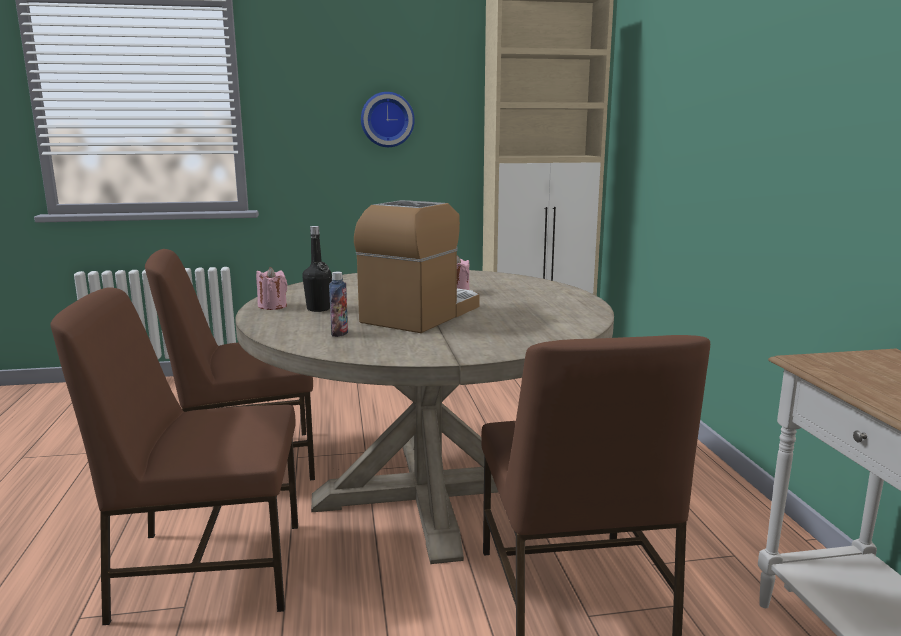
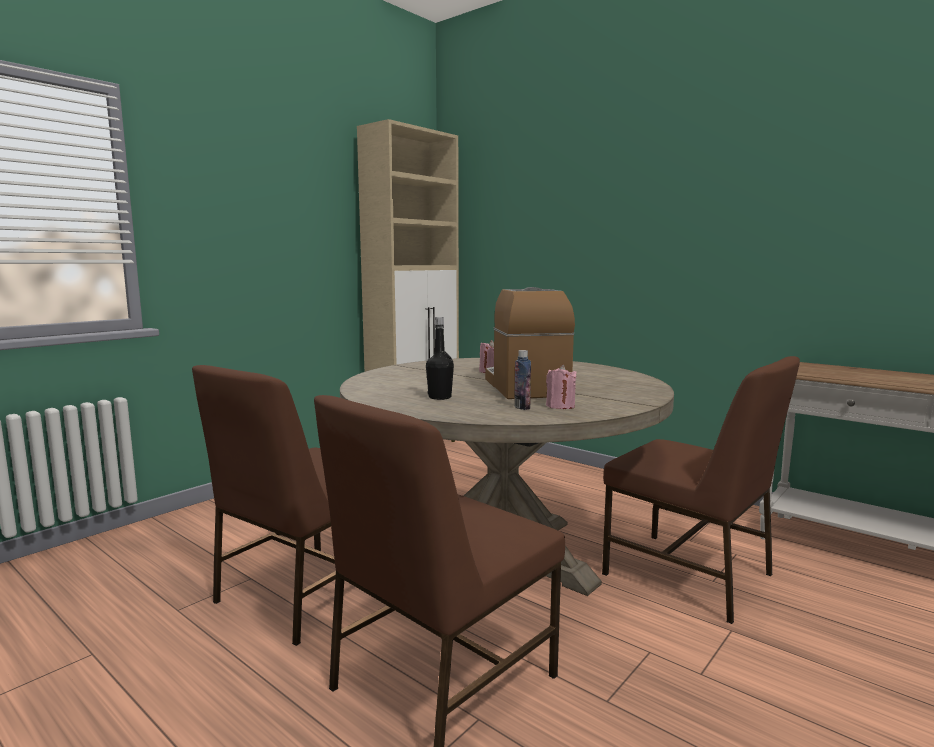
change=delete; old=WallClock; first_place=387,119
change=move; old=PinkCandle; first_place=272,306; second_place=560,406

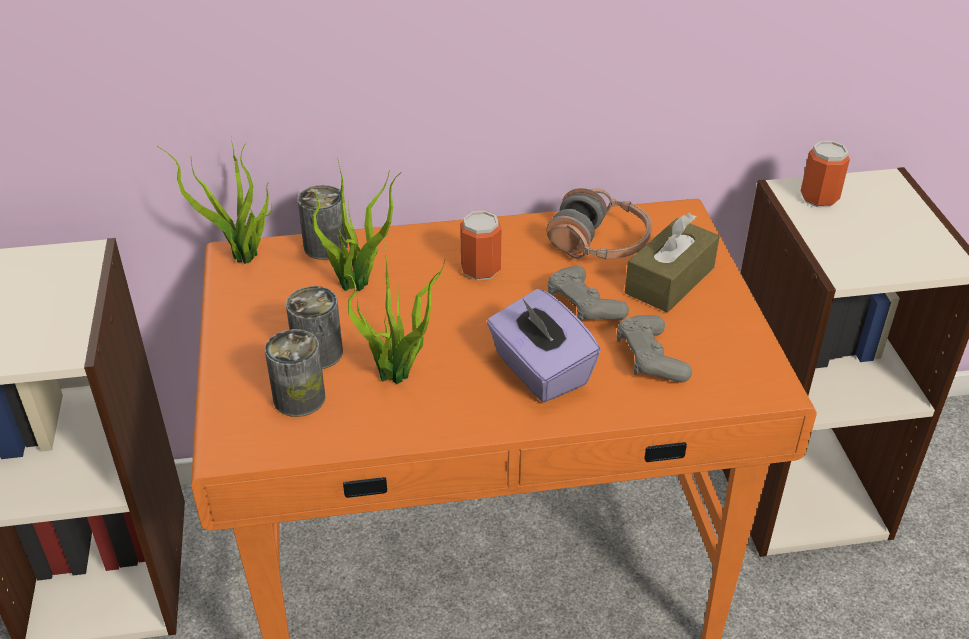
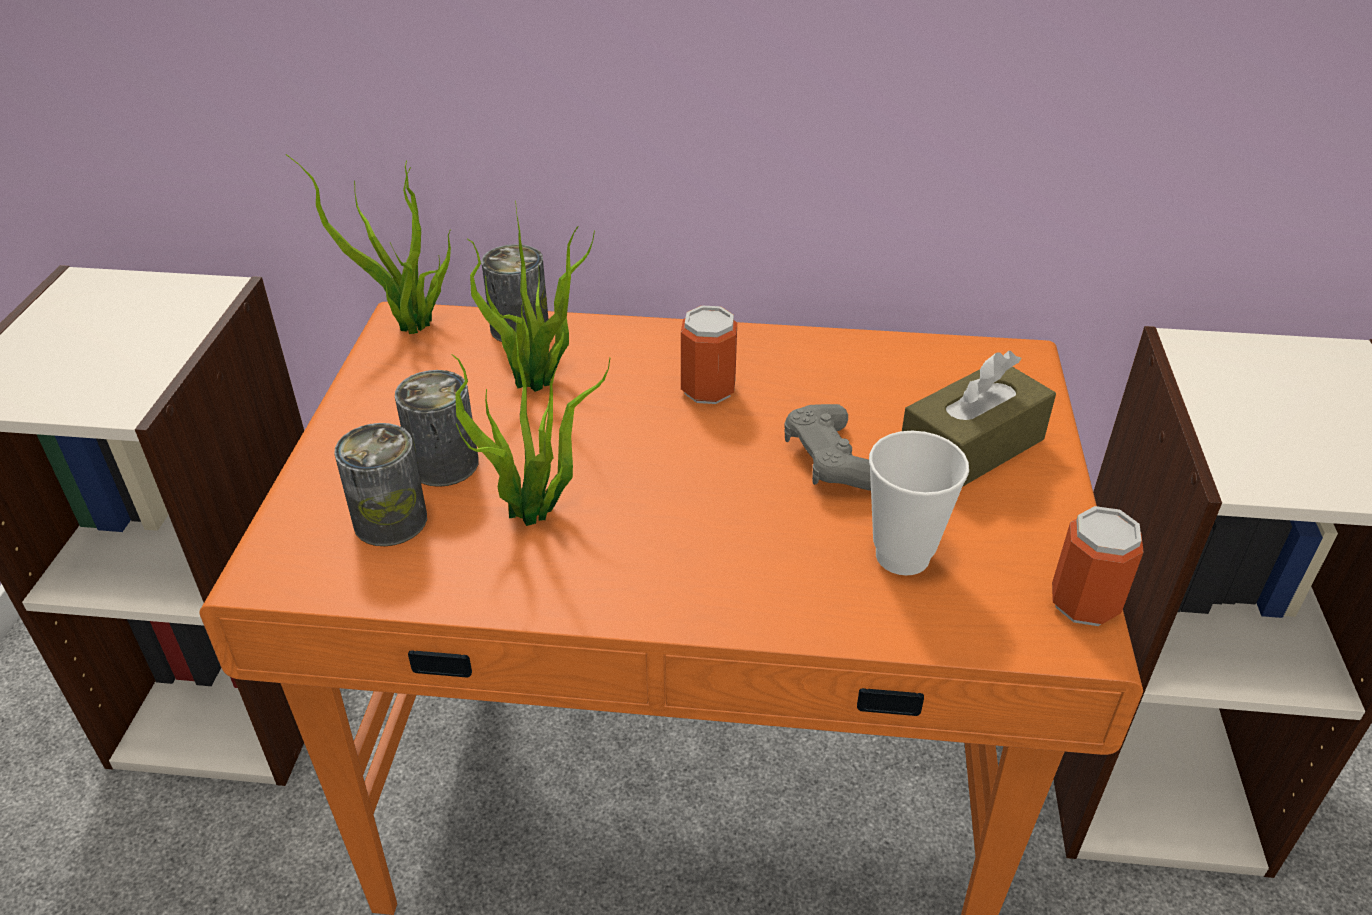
change=delete; old=PurpleTissueBox; first_place=540,371
change=delete; old=Headphones; first_place=599,243
change=move; old=Can; first_place=819,198; second_place=1084,603
change=replace; old=GreyGameController; new=Cup; first_place=650,358; second_place=902,556

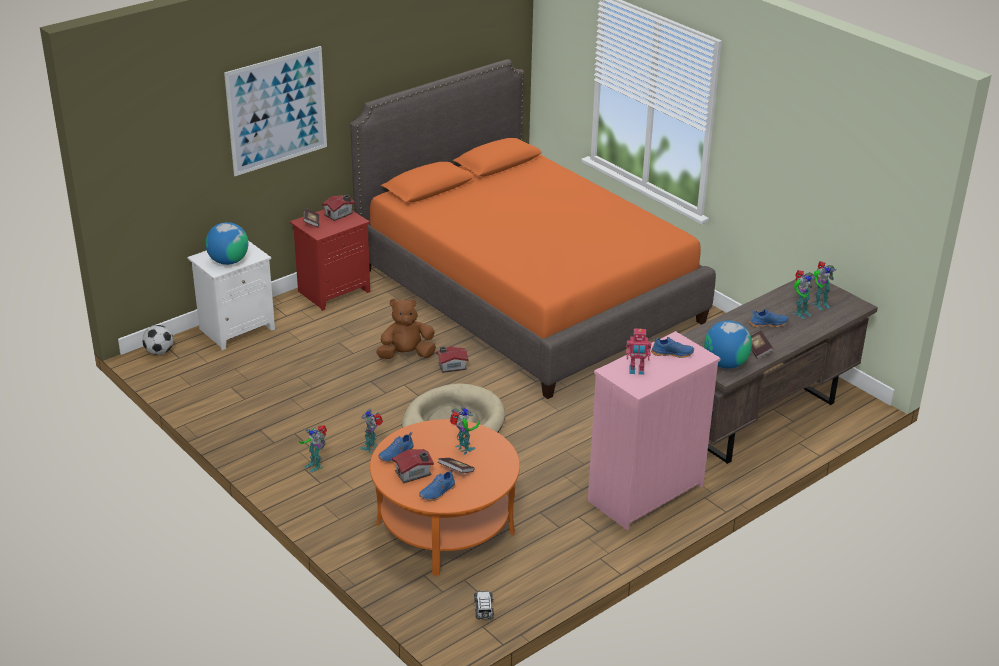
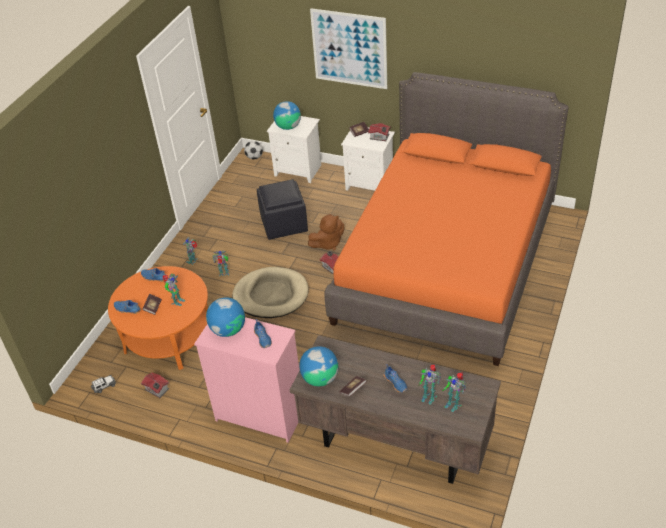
change=insert; new=BlackOttoman; second_place=284,224
change=move; old=ToyHouse; first_place=414,473; second_place=157,390
change=replace; old=ToyRobot; new=Globe; first_place=636,371; second_place=228,330
change=recolor; old=RedNightstand; new=WhiteNightstand; first_place=334,291; second_place=371,184
change=rotate; old=BrownPlushToy; first_place=406,355; second_place=328,243; degrees=105

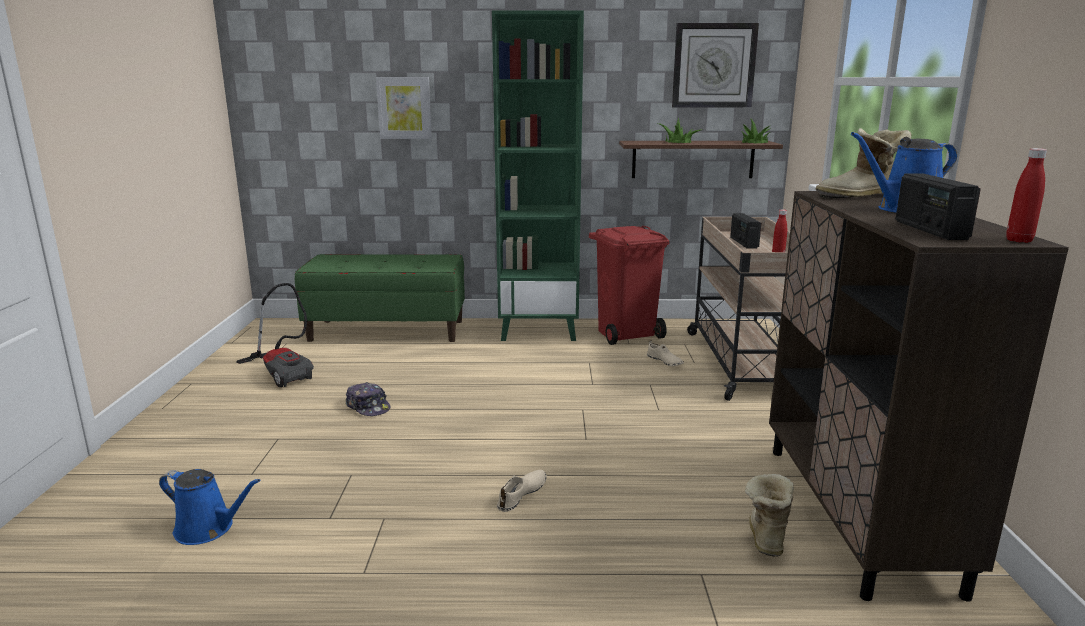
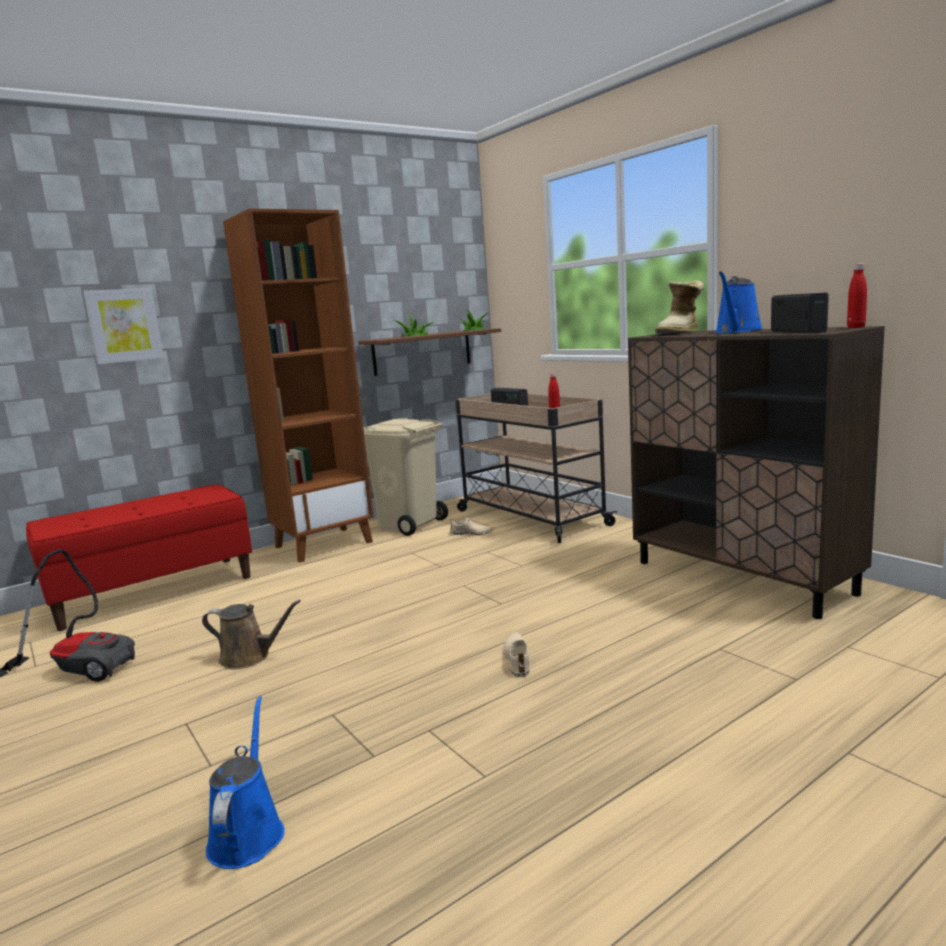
change=delete; old=WallClock; first_place=713,66
change=delete; old=Boot; first_place=765,536
change=replace; old=Cap; new=BrownWateringCan; first_place=368,407; second_place=249,657
change=recolor; old=GreenBench; new=RedBench; first_place=387,330; second_place=153,591
change=recolor; old=GreenBookcase; new=BrownBookcase; first_place=539,330; second_place=324,544
change=recolor; old=RedTrashCan; new=BeigeTrashCan; first_place=627,334; second_place=409,524
change=rotate; old=BlueWateringCan; first_place=208,529; second_place=248,833; degrees=-75
change=rotate; old=Radio; first_place=929,230; second_place=798,331; degrees=-150

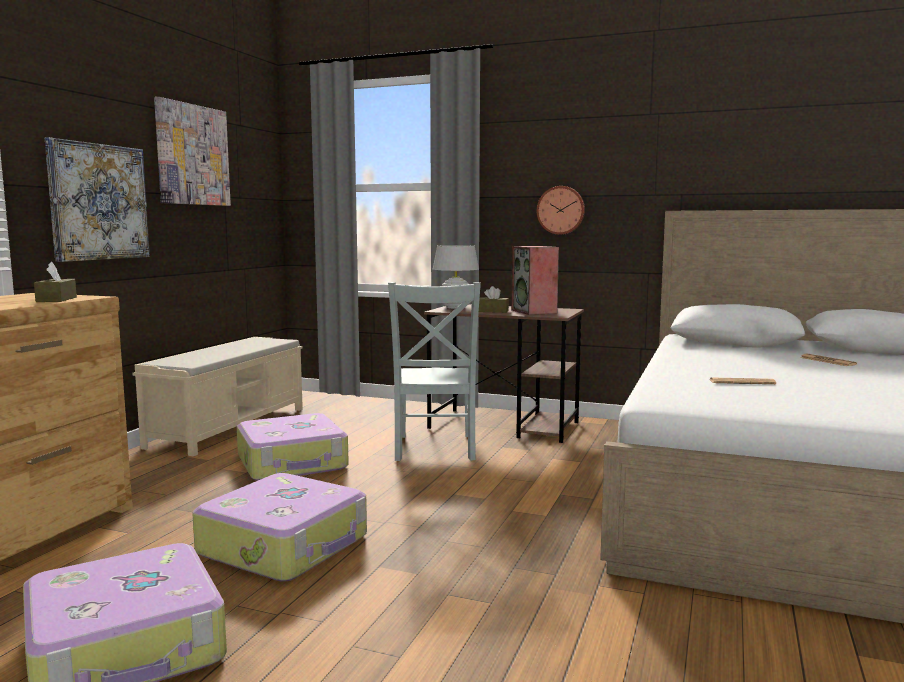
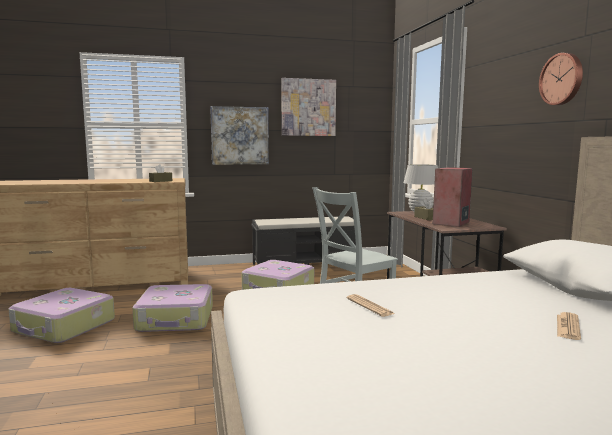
change=move; old=WallClock; first_place=561,210; second_place=562,79
change=recolor; old=BeigeBench; new=BlackBench; first_place=230,427; second_place=306,264

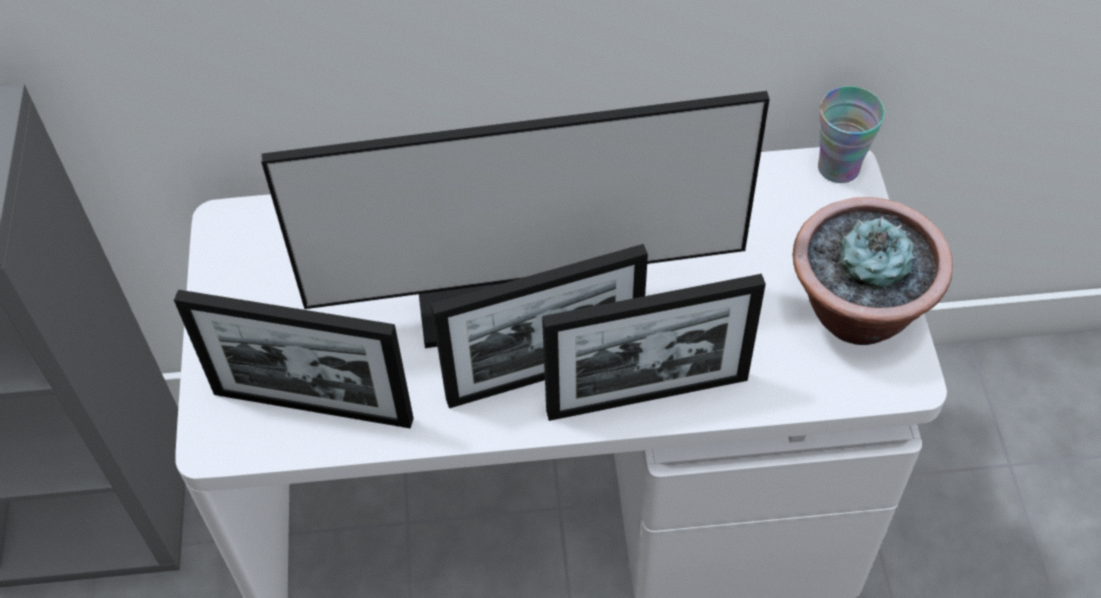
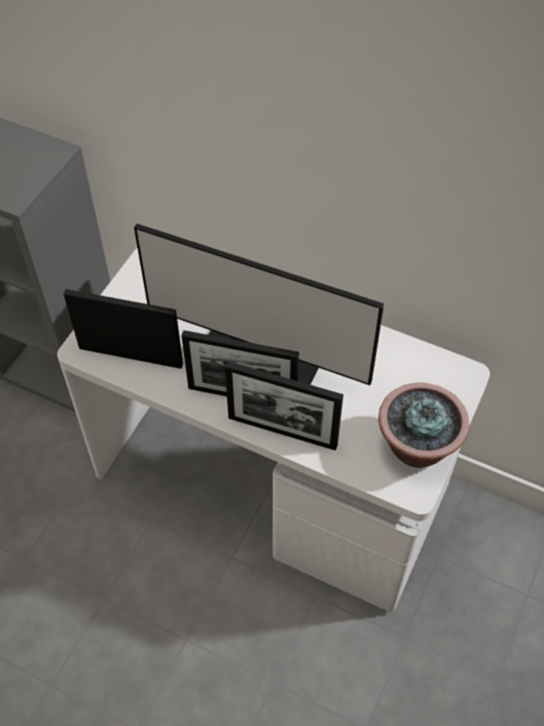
change=delete; old=Cup; first_place=838,168
change=rotate; old=PictureFrame; first_place=313,406; second_place=131,356; degrees=150

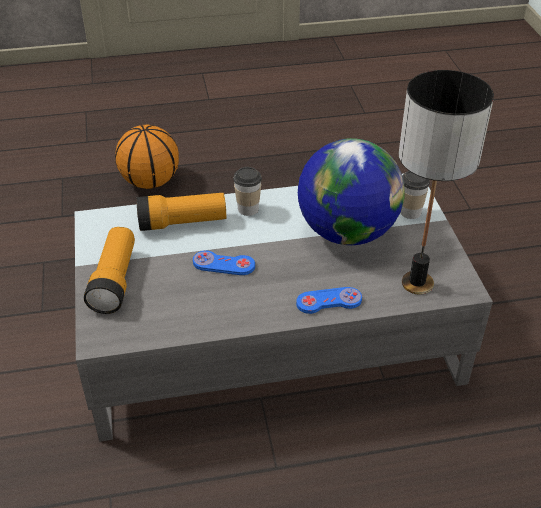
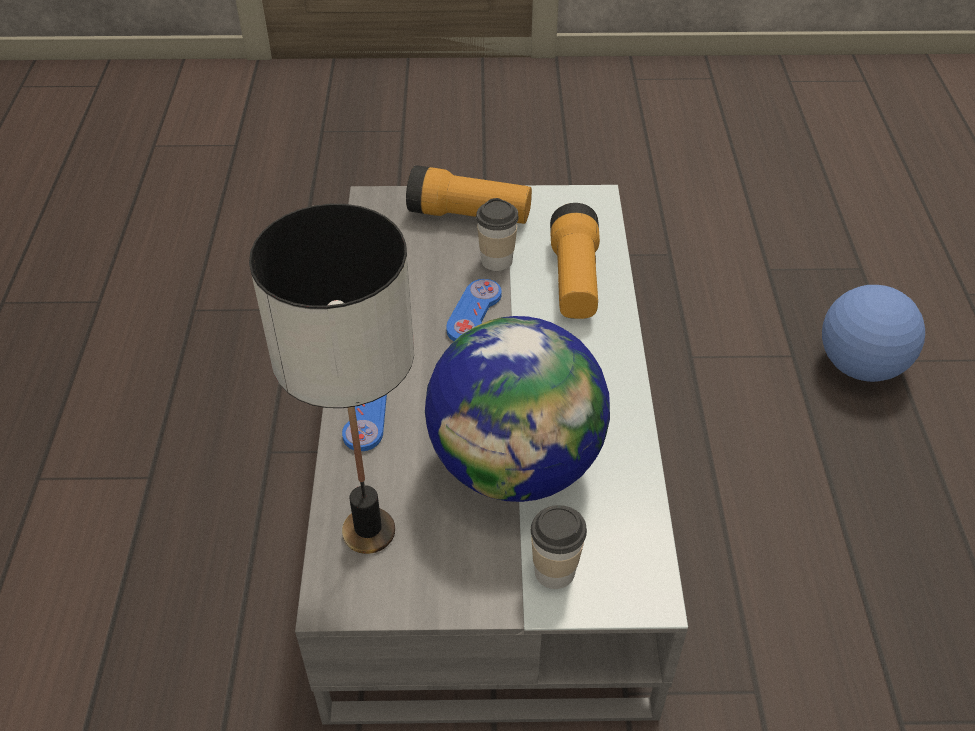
change=move; old=Cup; first_place=248,209; second_place=496,261
change=replace; old=Basketball; new=Football; first_place=151,182; second_place=859,366

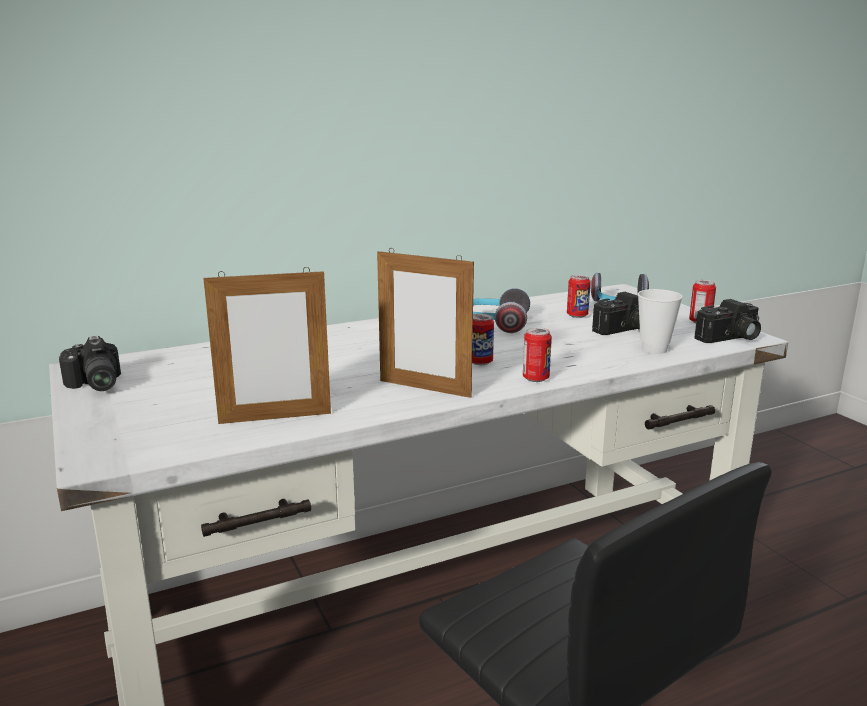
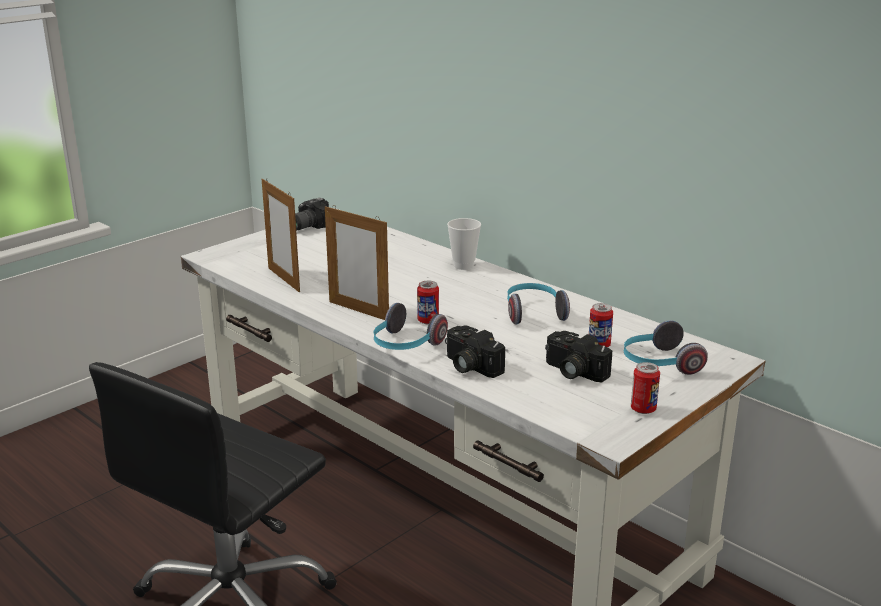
change=move; old=Cup; first_place=654,349; second_place=463,266
change=move; old=PhotoCamera; first_place=730,338; second_place=469,366
change=replace; old=Can; new=Headphones; first_place=535,378; second_place=405,345
change=rotate; old=PictureFrame; first_place=424,388; second_place=358,311; degrees=-60

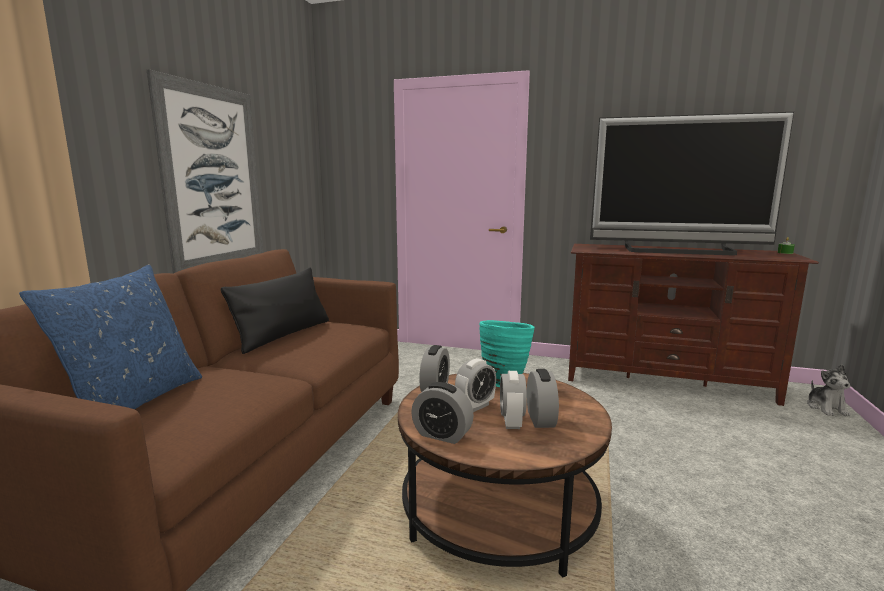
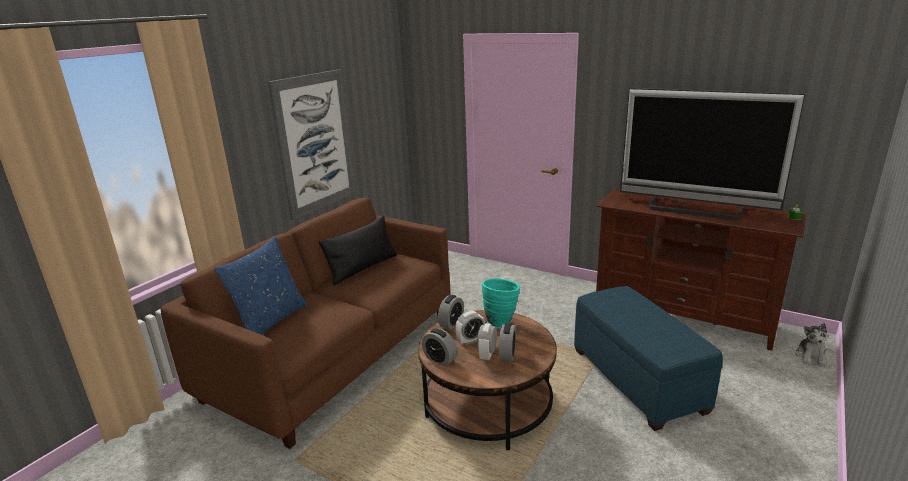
change=insert; new=BlueOttoman; second_place=638,380

